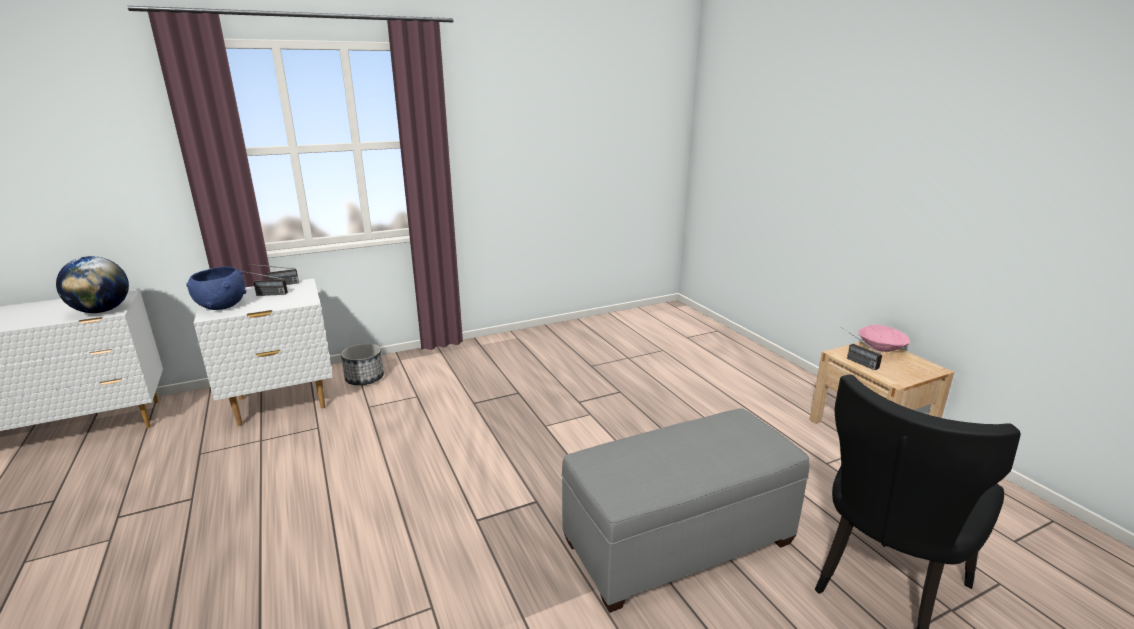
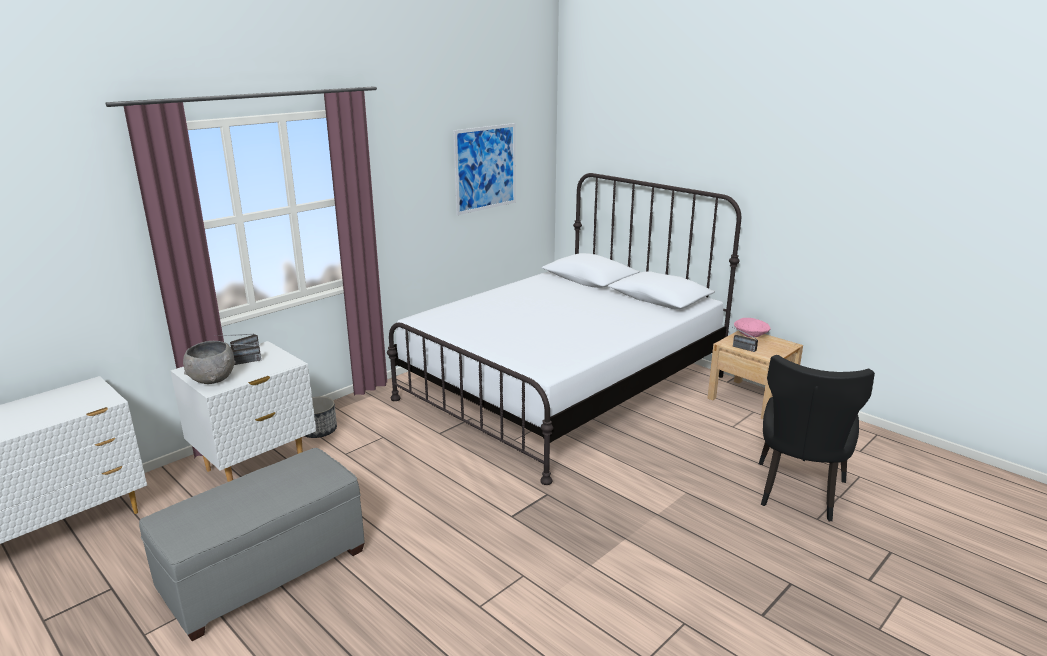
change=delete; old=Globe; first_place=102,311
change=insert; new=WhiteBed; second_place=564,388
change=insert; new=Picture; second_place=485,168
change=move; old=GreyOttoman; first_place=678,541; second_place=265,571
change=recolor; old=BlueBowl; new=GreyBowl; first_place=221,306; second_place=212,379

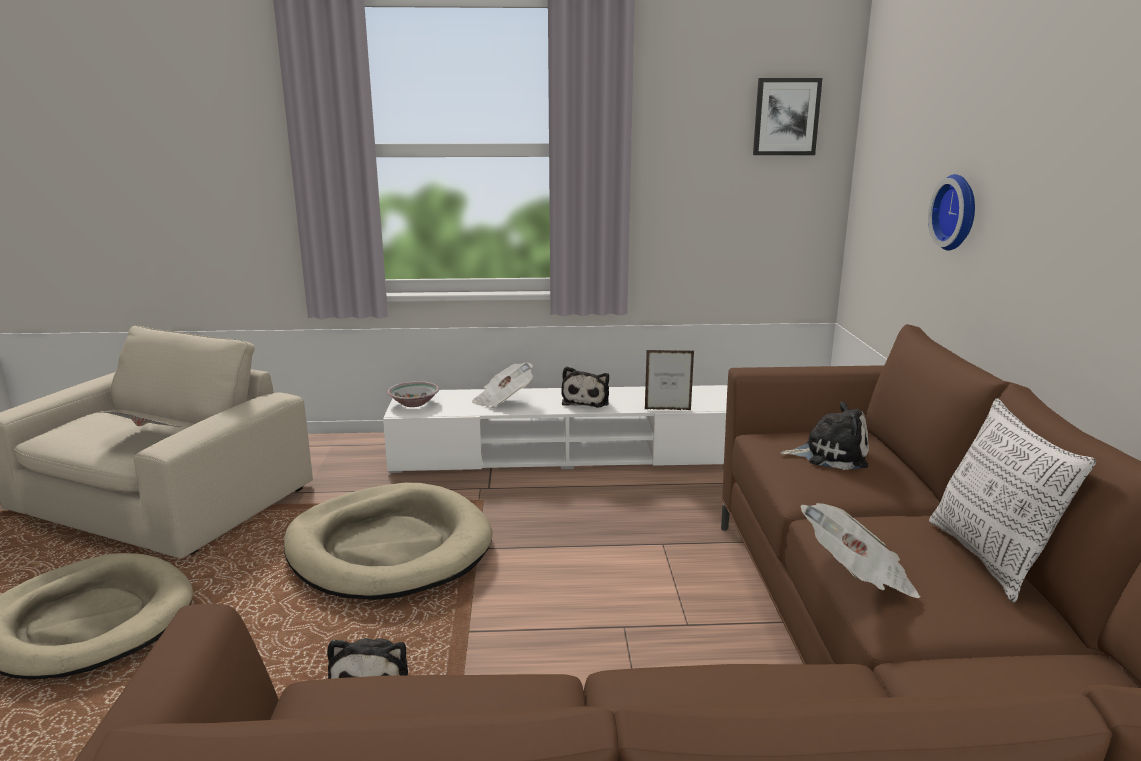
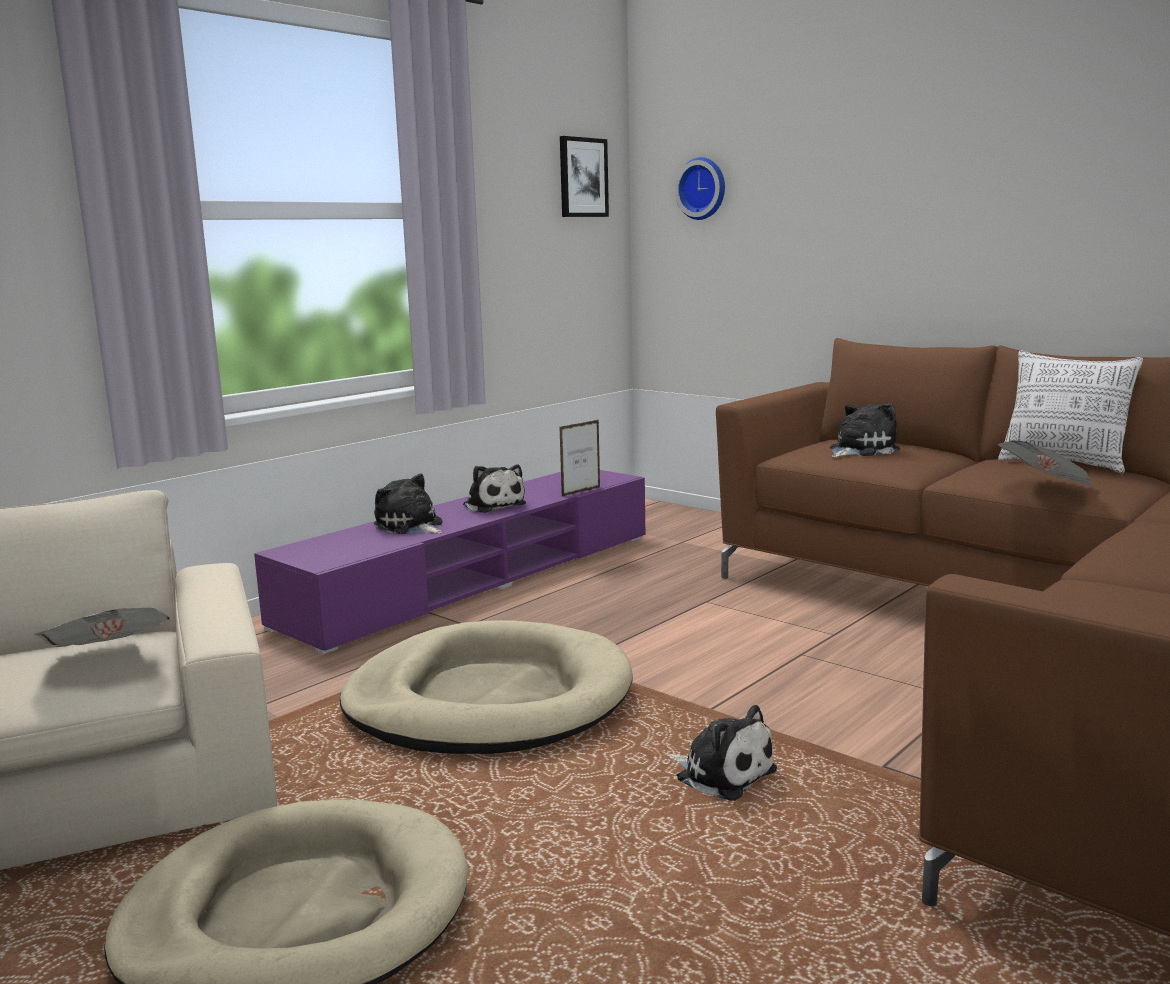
change=delete; old=Bowl; first_place=414,403
change=move; old=WallClock; first_place=958,212; second_place=703,188
change=replace; old=Newspaper; new=PlushToy; first_place=503,400; second_place=410,526
change=recolor; old=WhiteTvStand; new=PurpleTvStand; first_place=566,454; second_place=477,578

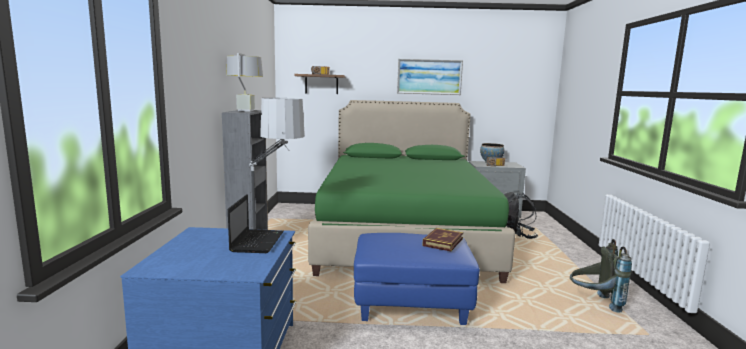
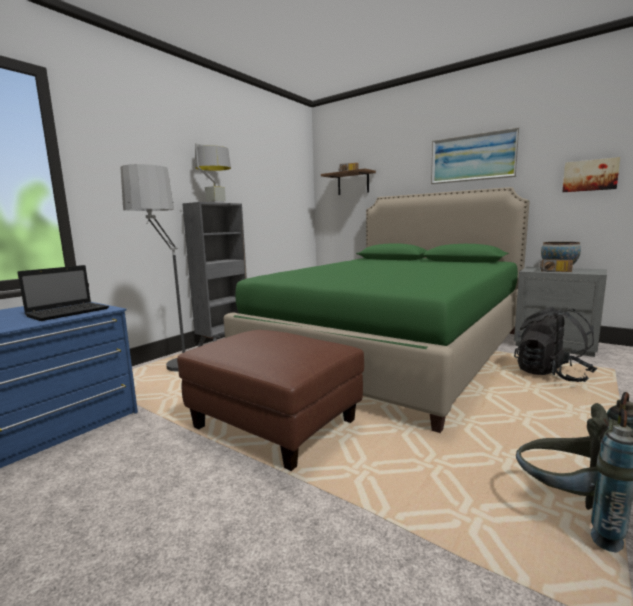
change=delete; old=Book; first_place=443,242
change=insert; new=Picture; second_place=590,175
change=recolor; old=BlueOttoman; new=BrownOttoman; first_place=412,304; second_place=275,425

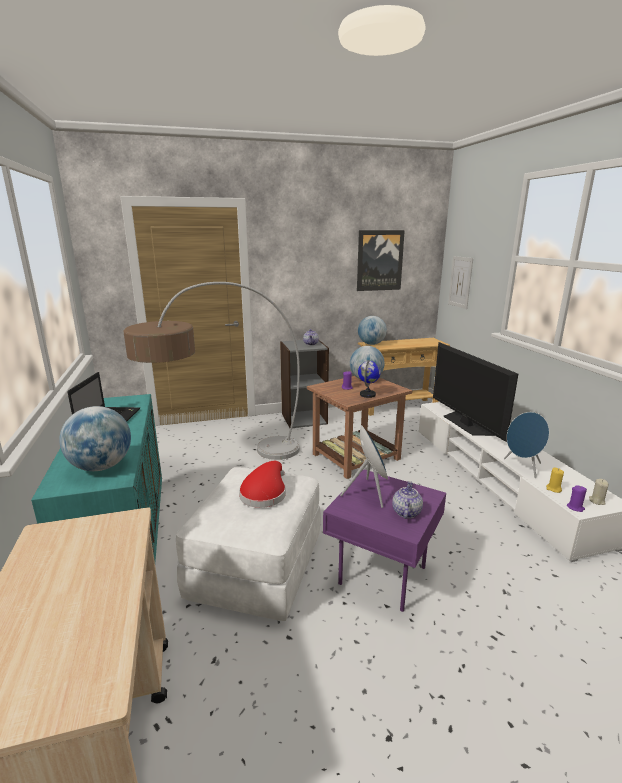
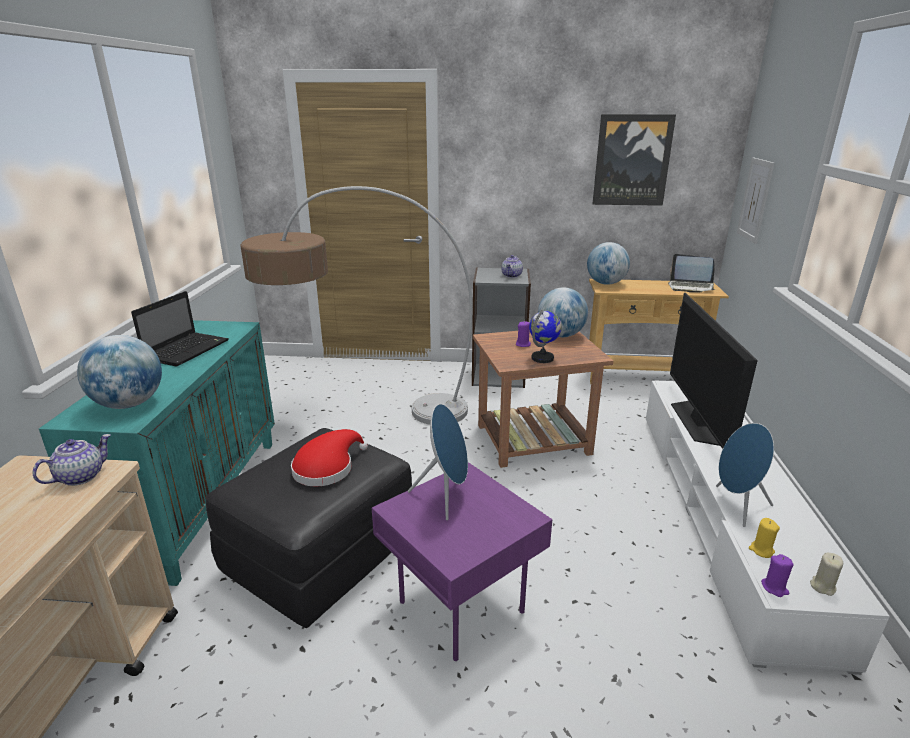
change=insert; new=Laptop; second_place=690,287
change=move; old=Teapot; first_place=406,512; second_place=81,476
change=recolor; old=WhiteOttoman; new=BlackOttoman; first_place=256,566; second_place=321,553

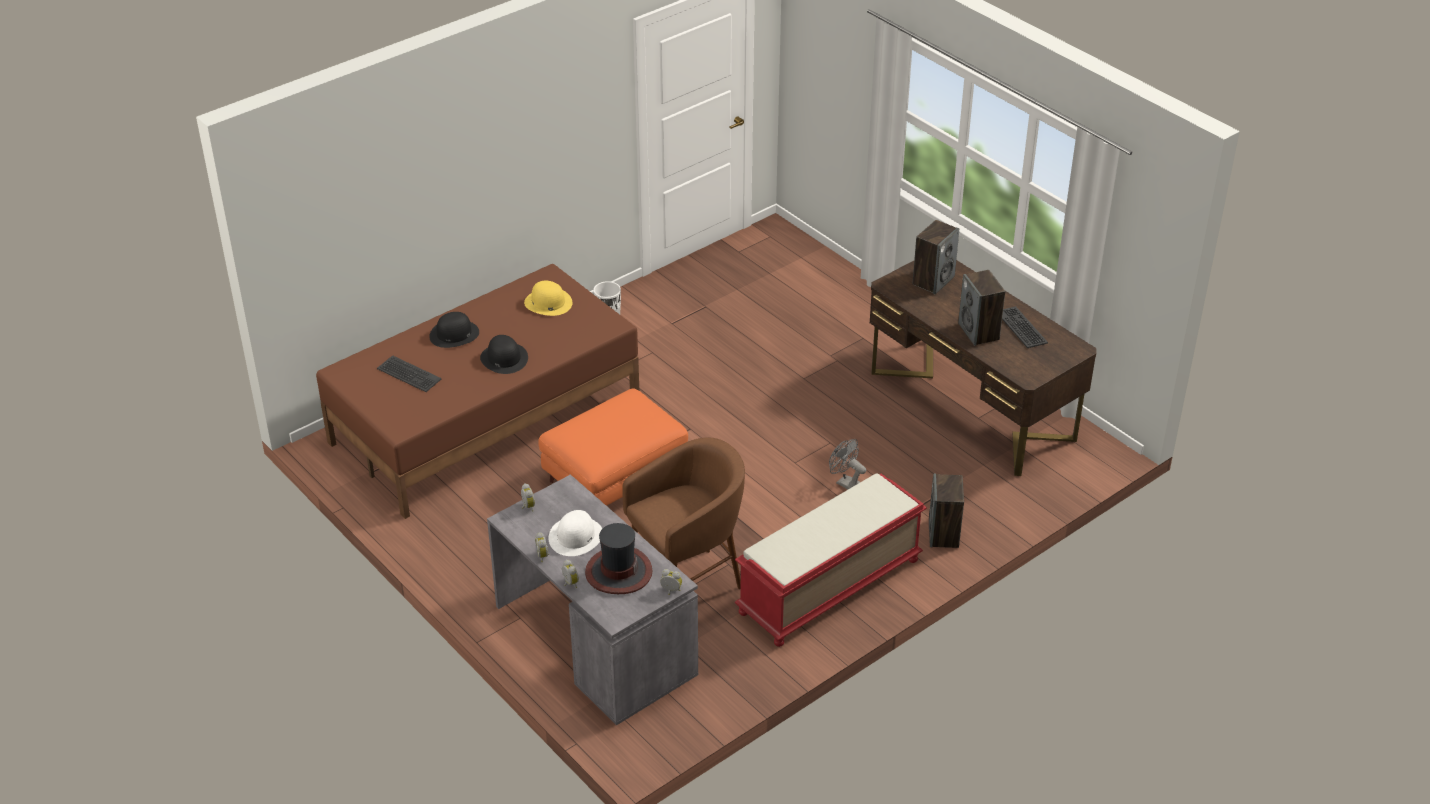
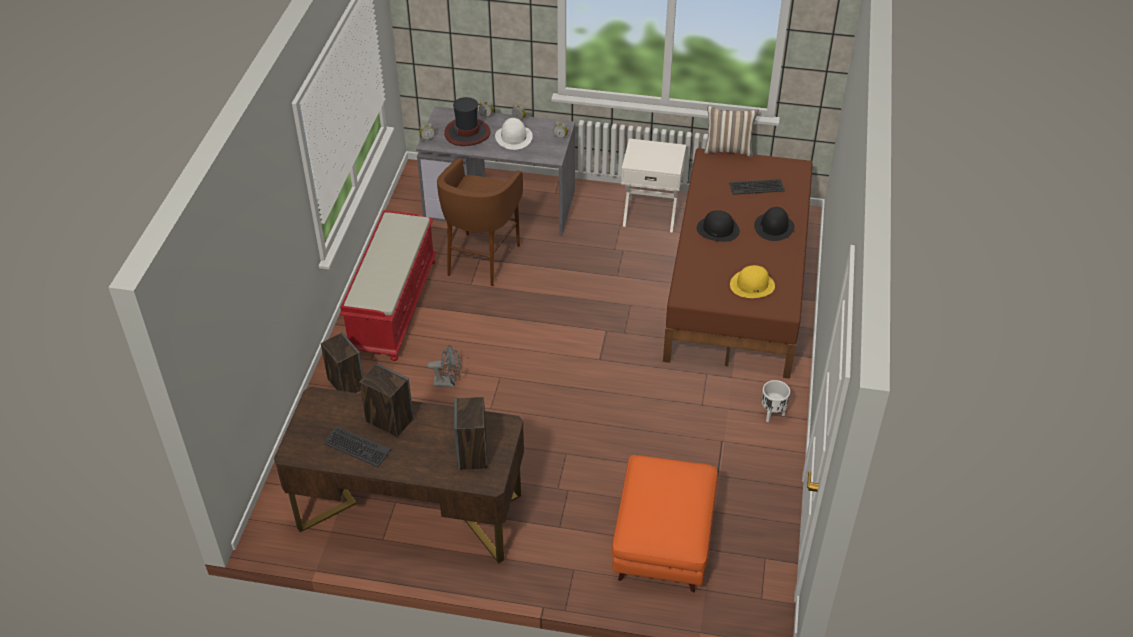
change=insert; new=WhiteNightstand; second_place=650,213
change=insert; new=Pillow; second_place=728,149
change=move; old=OrangeOttoman; first_place=615,478; second_place=663,542

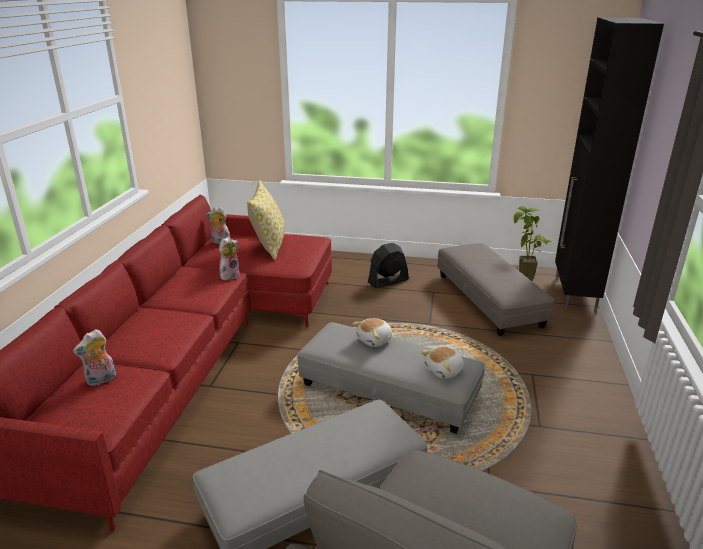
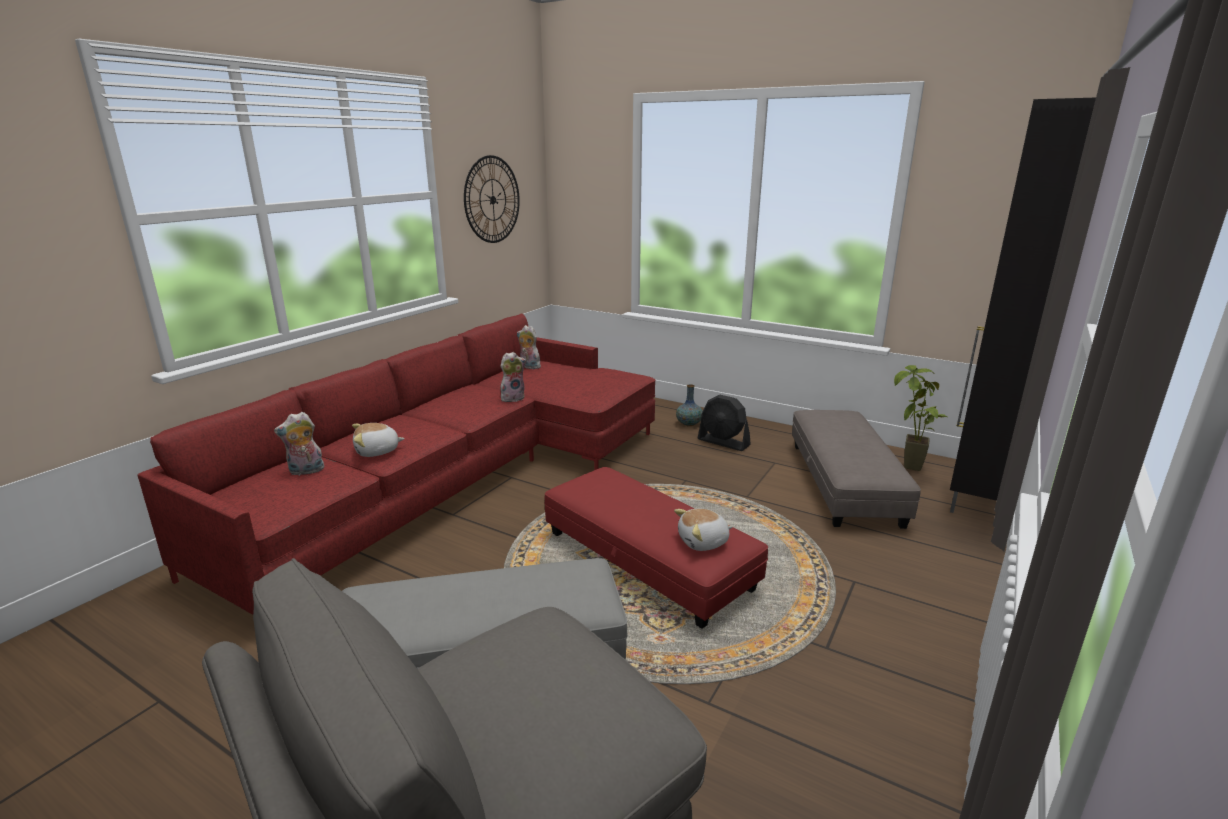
change=delete; old=Pillow; first_place=269,246
change=insert; new=WallClock; second_place=492,200
change=insert; new=Vase; second_place=689,424
change=move; old=PlushToy; first_place=375,340; second_place=377,451
change=recolor; old=GreyOttoman; new=RedOttoman; first_place=388,391; second_place=647,561
change=rotate; old=BlackFan; first_place=388,281; second_place=723,442; degrees=-135

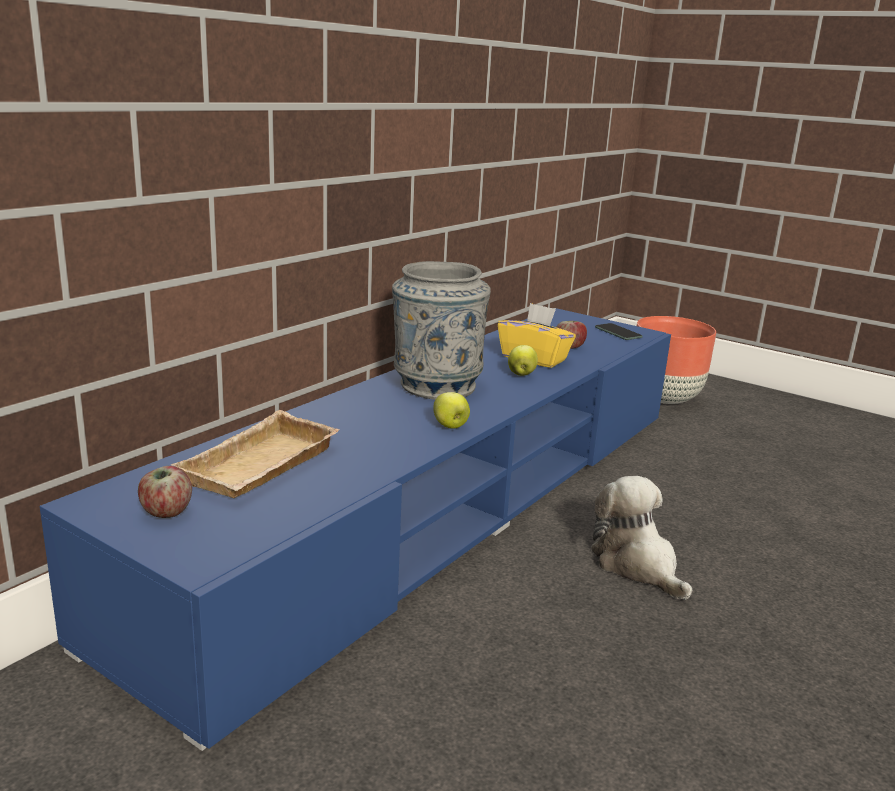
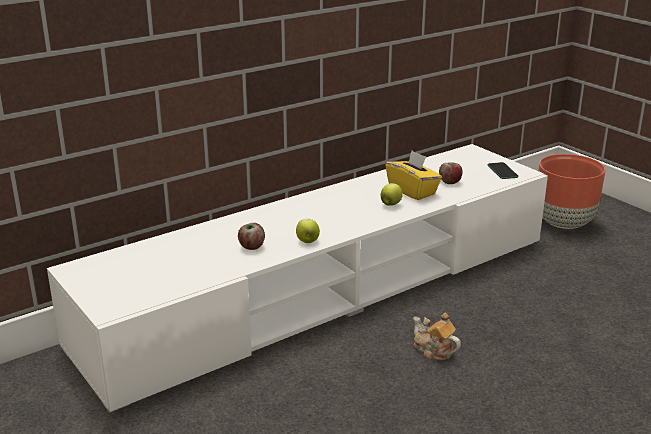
change=delete; old=BeigeTray; first_place=262,467
change=delete; old=GreyVase; first_place=436,387
change=move; old=Apple; first_place=166,512; second_place=251,247
change=replace; old=PlushToy; new=Teapot; first_place=637,565; second_place=433,351
change=recolor; old=BlueTvStand; new=WhiteTvStand; first_place=442,505; second_place=326,291

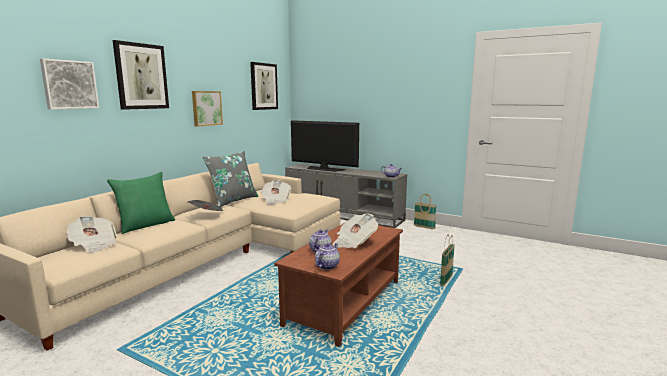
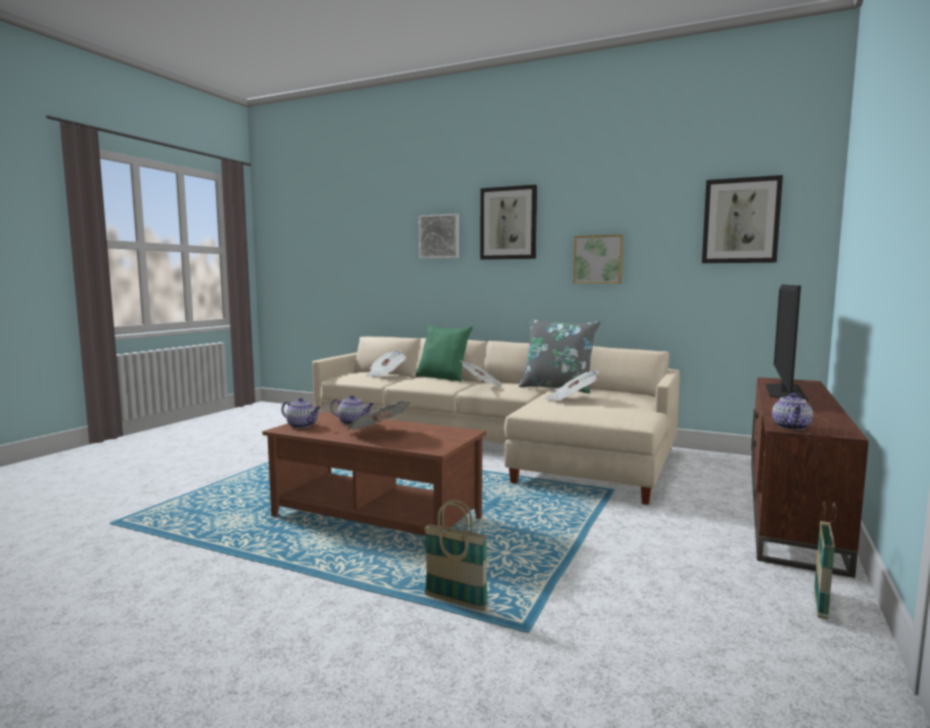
change=recolor; old=GreyTvStand; new=BrownTvStand; first_place=344,214; second_place=792,507

